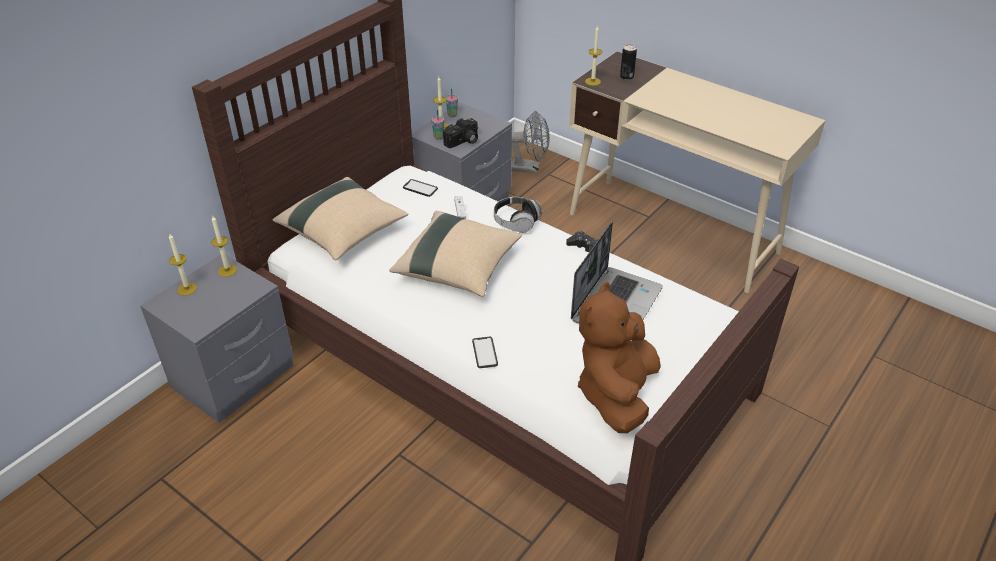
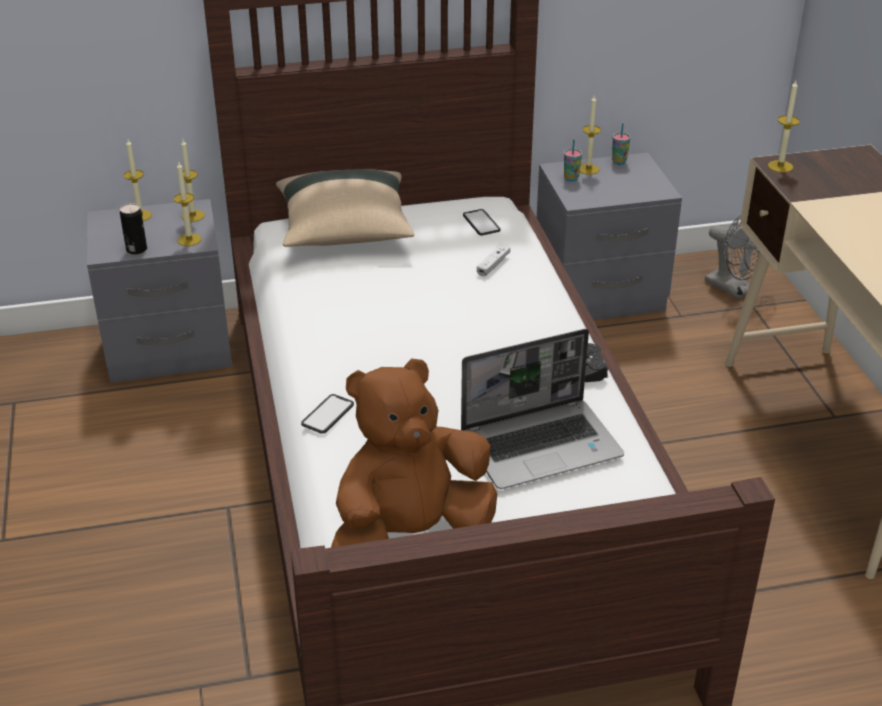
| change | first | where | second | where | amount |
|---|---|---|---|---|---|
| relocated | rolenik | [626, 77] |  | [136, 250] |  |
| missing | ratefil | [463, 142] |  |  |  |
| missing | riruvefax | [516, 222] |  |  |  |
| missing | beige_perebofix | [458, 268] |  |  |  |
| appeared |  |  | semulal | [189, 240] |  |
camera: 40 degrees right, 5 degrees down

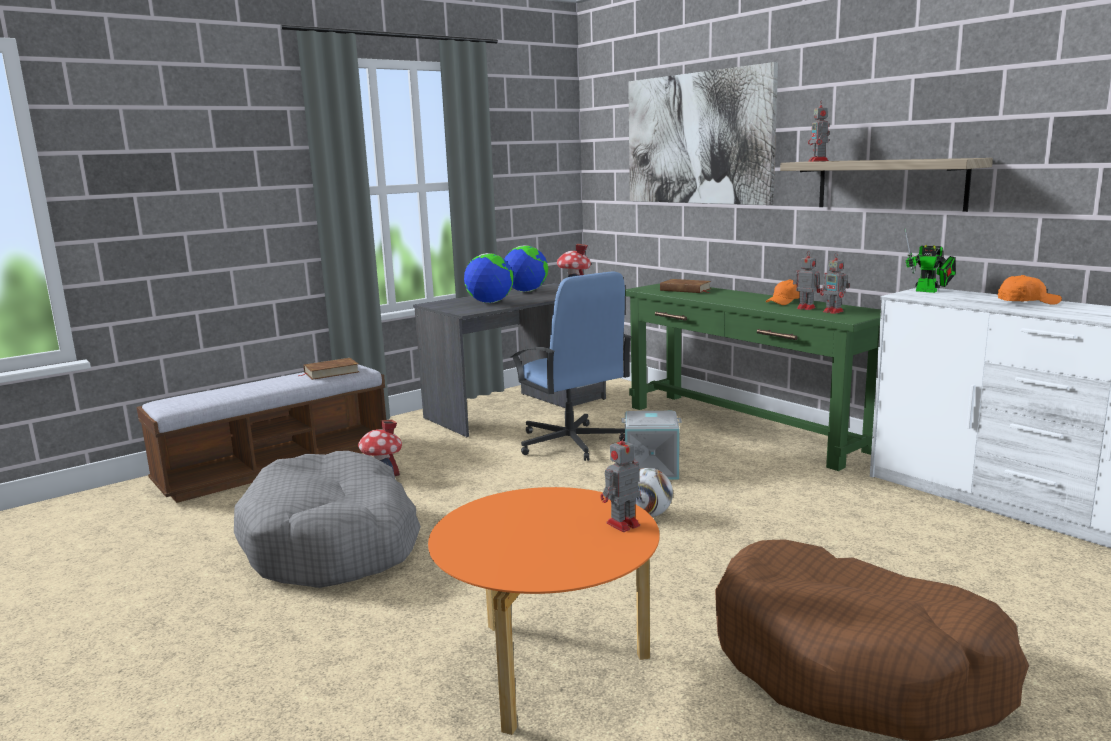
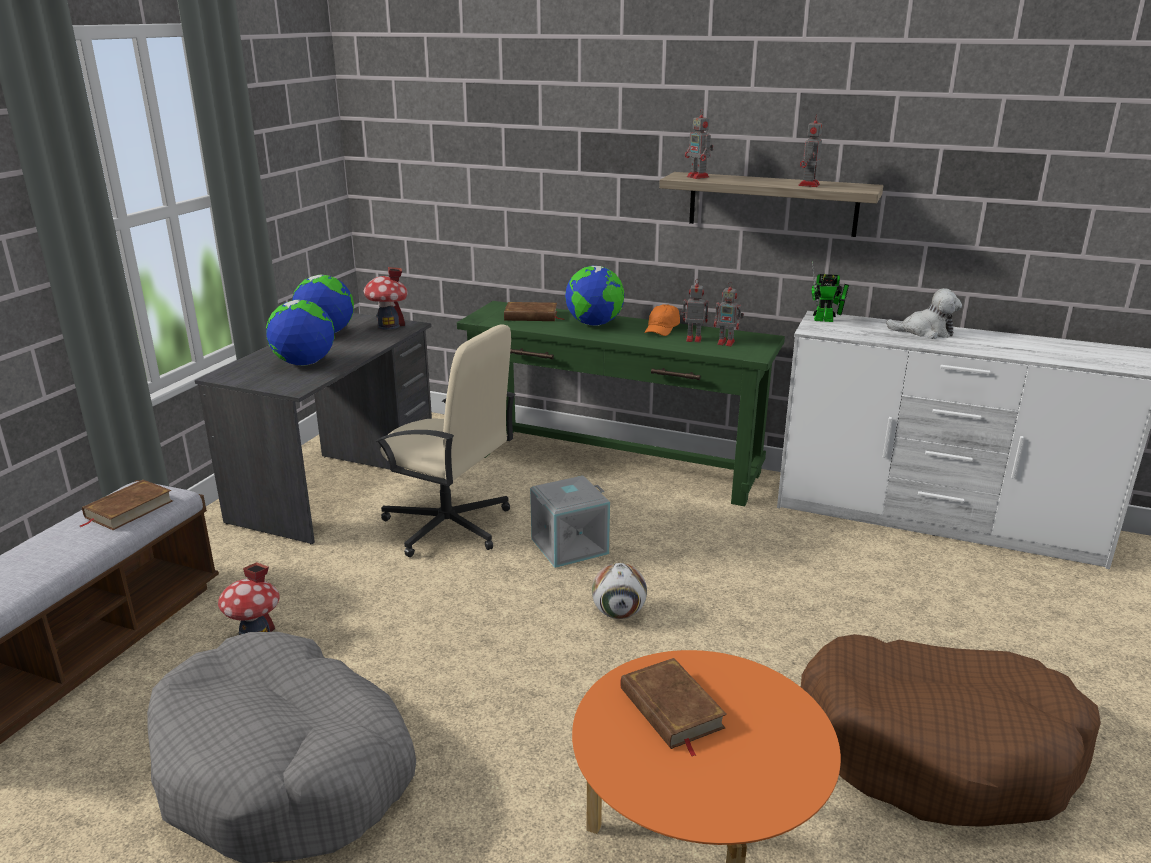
| change | first | where | second | where | amount |
|---|---|---|---|---|---|
| missing | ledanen | [698, 138] |  |  |  |
| colour | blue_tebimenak | [570, 443] | beige_tebimenak | [449, 526] |  |
| exchanged | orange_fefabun | [1026, 302] | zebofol | [925, 332] |  |
| relocated | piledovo | [621, 525] |  | [808, 185] |  |
| appeared |  |  | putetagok | [594, 324] |  |
| appeared |  |  | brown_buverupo | [671, 709] |  |
camera: 30 degrees left, 10 degrees up

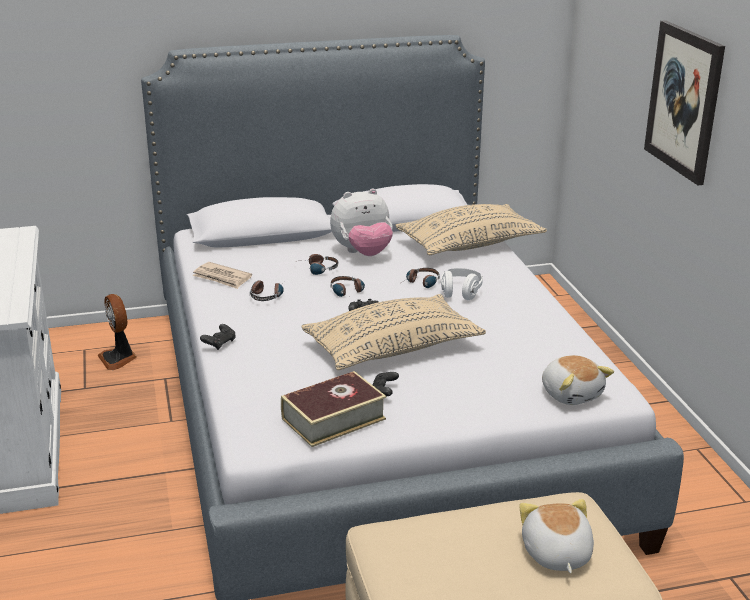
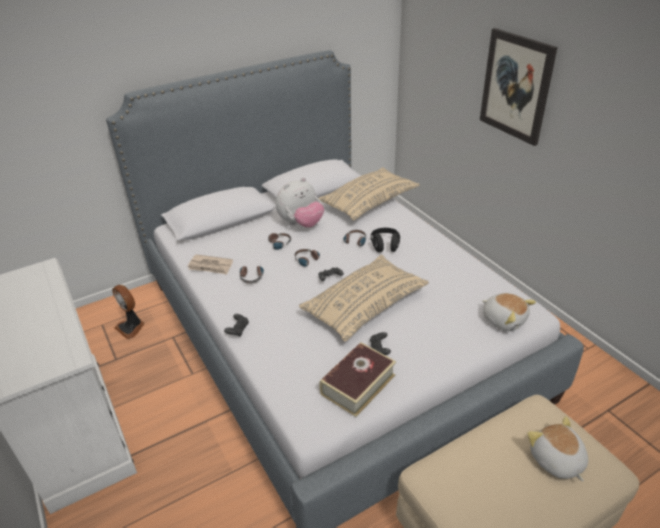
| change | first | where | second | where | amount |
|---|---|---|---|---|---|
| colour | white_riruvefax | [460, 293] | black_riruvefax | [385, 246] |  |
camera: 15 degrees left, 10 degrees up

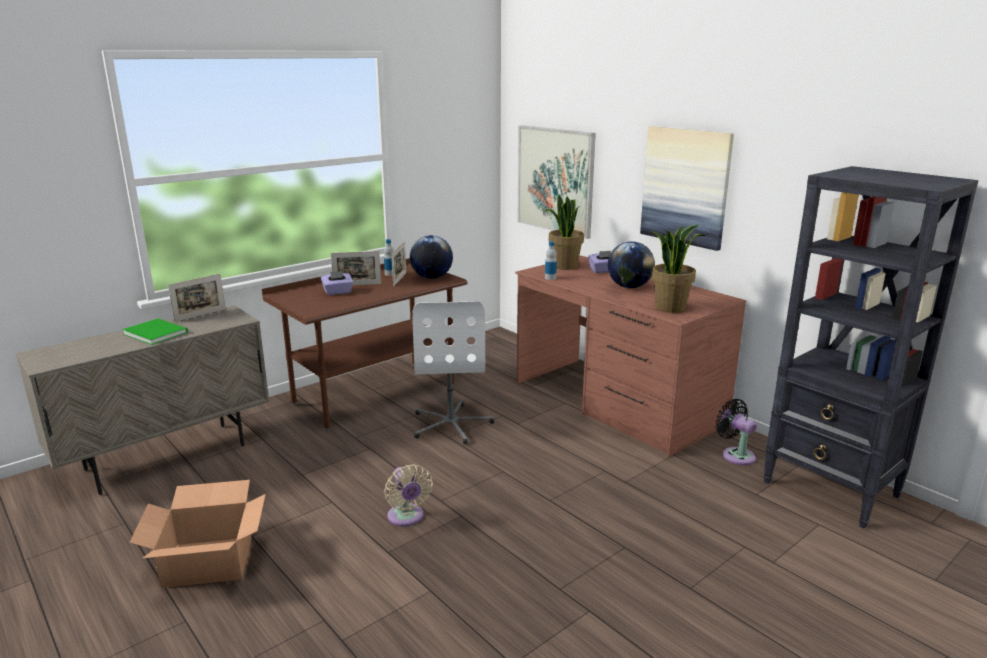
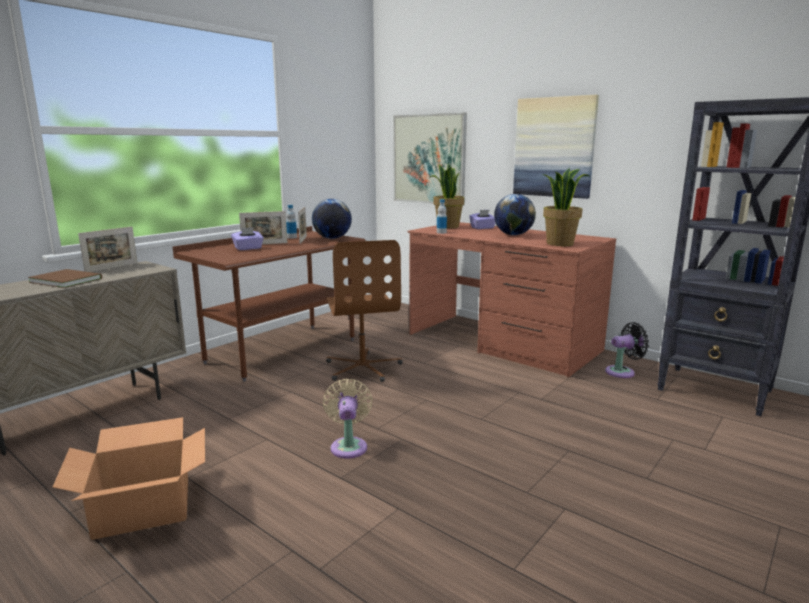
| change | first | where | second | where | amount |
|---|---|---|---|---|---|
| colour | white_tebimenak | [451, 424] | brown_tebimenak | [363, 367] |  |
| colour | green_buverupo | [155, 332] | brown_buverupo | [66, 280] |  |
| spun | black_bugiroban | [735, 455] |  | [622, 372] | 120 degrees clockwise |
| spun | beige_bugiroban | [406, 518] |  | [349, 446] | 150 degrees counterclockwise |
camera: 10 degrees left, 5 degrees down

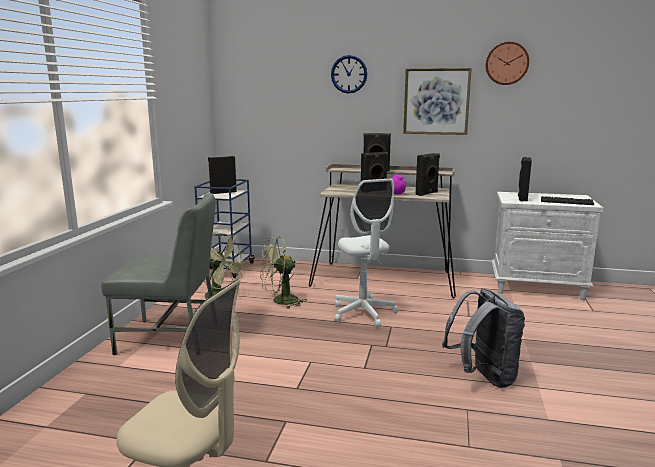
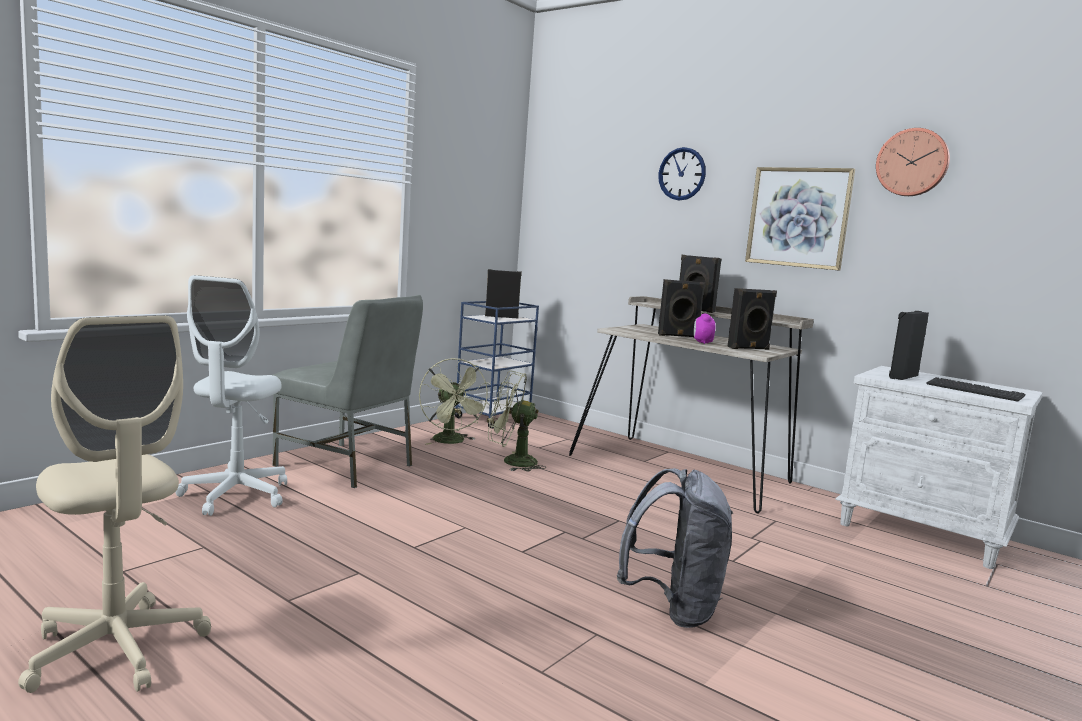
| change | first | where | second | where | amount |
|---|---|---|---|---|---|
| relocated | white_tebimenak | [363, 313] |  | [235, 496] |  |
camera: 25 degrees right, 5 degrees down

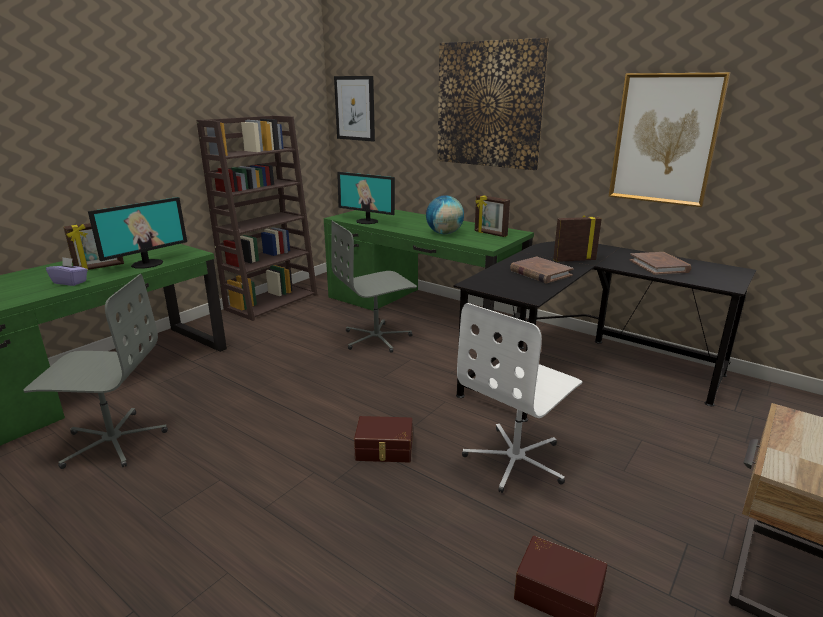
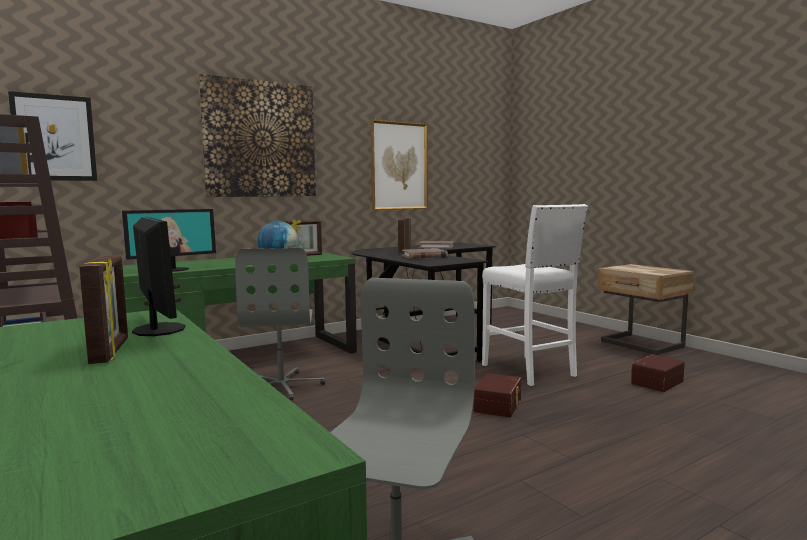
| change | first | where | second | where | amount |
|---|---|---|---|---|---|
| missing | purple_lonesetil | [70, 282] |  |  |  |
| exchanged | white_tebimenak | [516, 460] | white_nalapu | [529, 371] |  |
camera: 70 degrees left, 15 degrees down

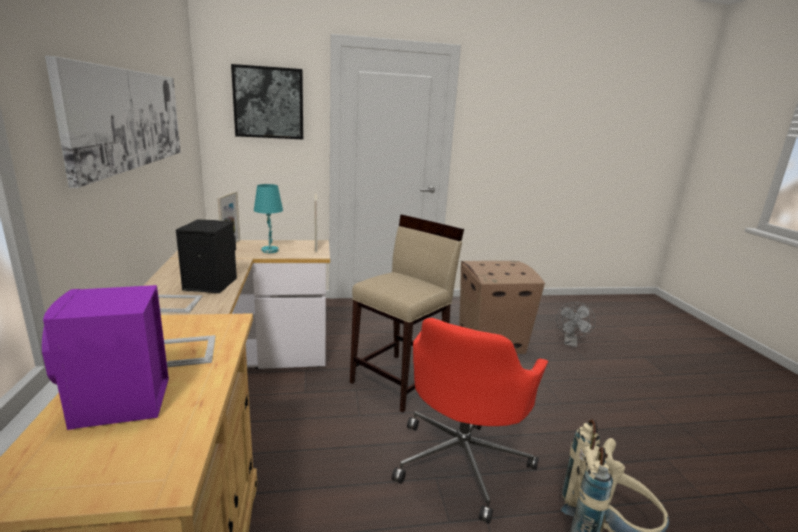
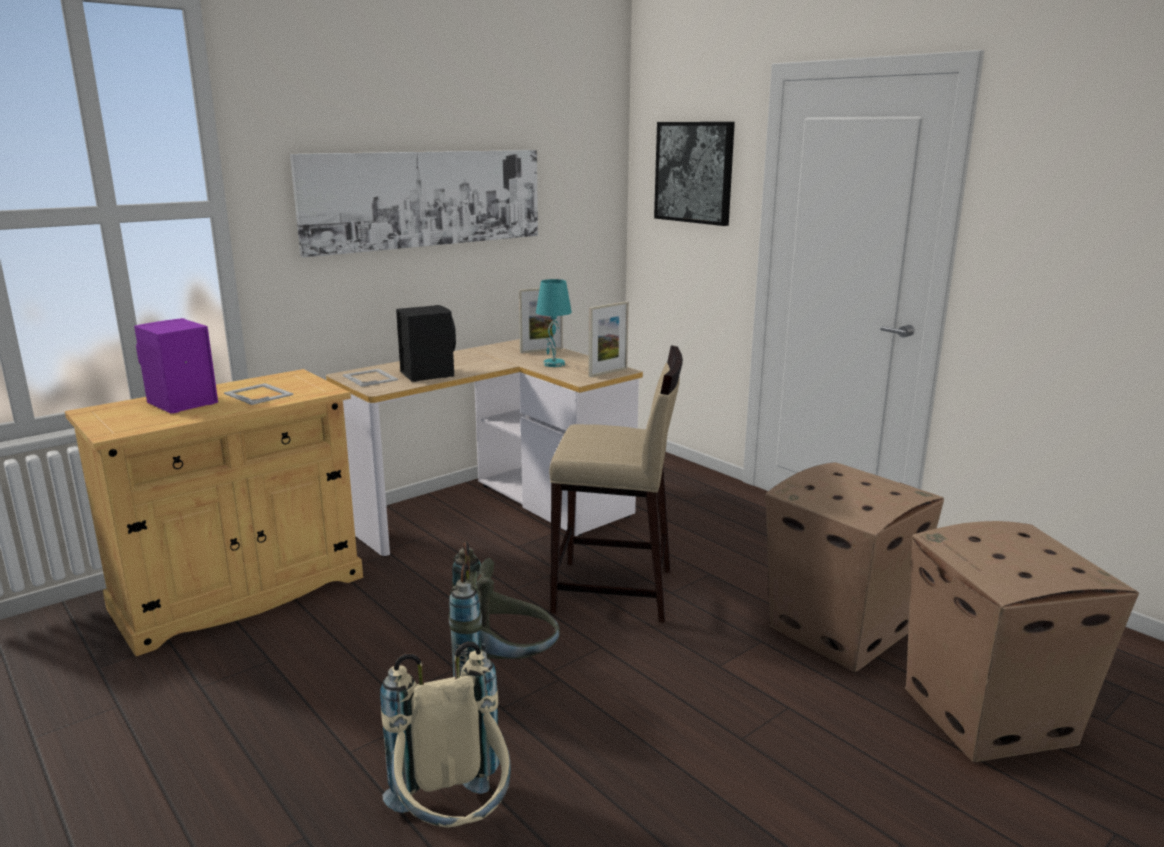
| change | first | where | second | where | amount |
|---|---|---|---|---|---|
| exchanged | grey_bugiroban | [570, 343] | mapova | [989, 716] |  |
| exchanged | red_tebimenak | [462, 460] | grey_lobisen | [503, 678] |  |
camera: 60 degrees right, 0 degrees up

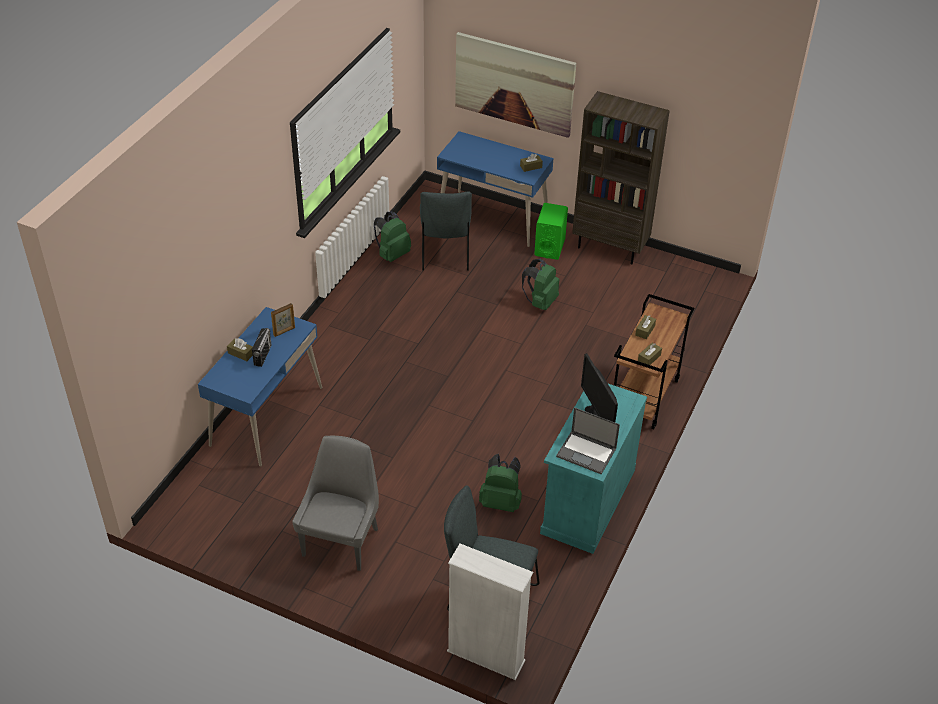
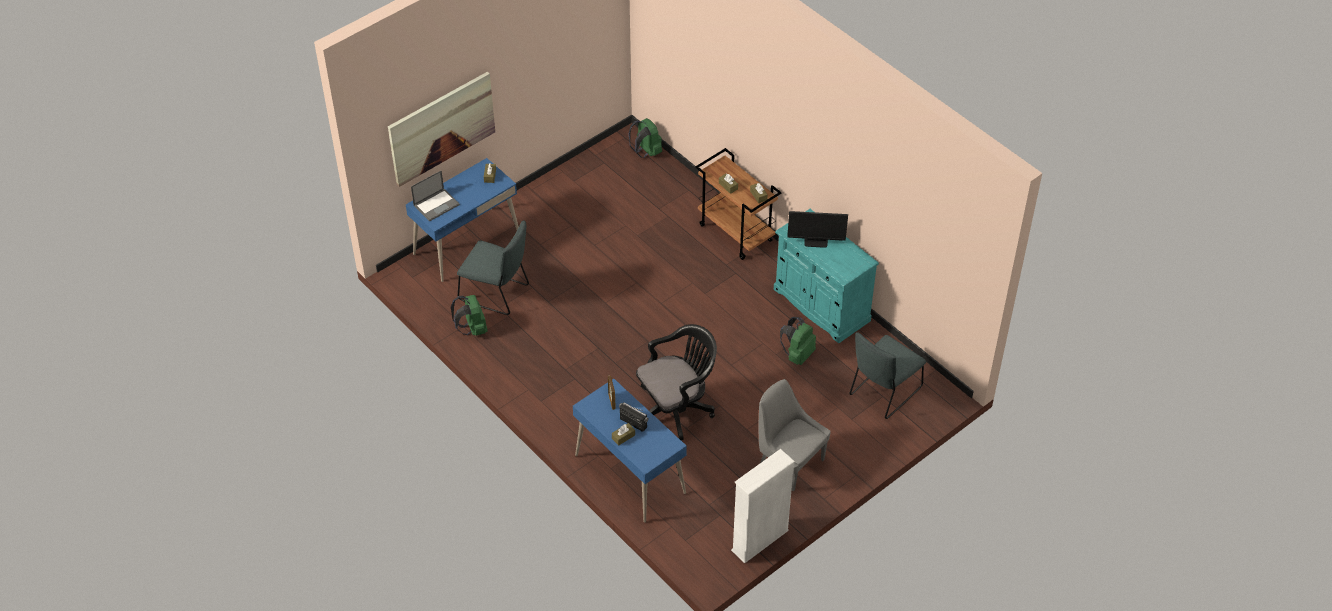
| change | first | where | second | where | amount |
|---|---|---|---|---|---|
| missing | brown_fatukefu | [610, 248] |  |  |  |
| missing | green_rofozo | [549, 247] |  |  |  |
| relocated | green_lobisen | [540, 302] |  | [646, 152] |  |
| relocated | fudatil | [587, 452] |  | [436, 204] |  |
| relocated | white_fatukefu | [486, 656] |  | [760, 540] |  |
| appeared |  |  | black_tebimenak | [676, 409] |  |
camera: 65 degrees left, 5 degrees up

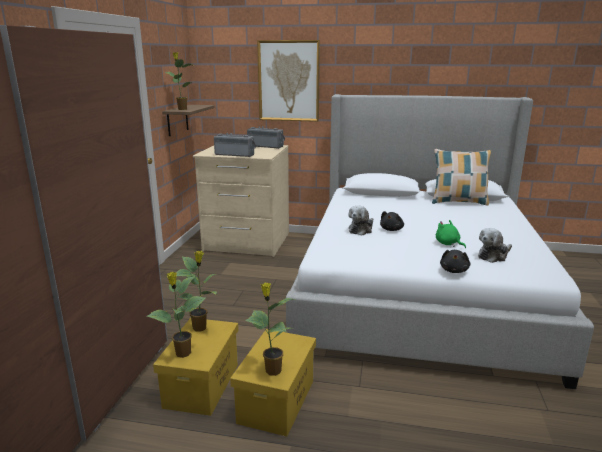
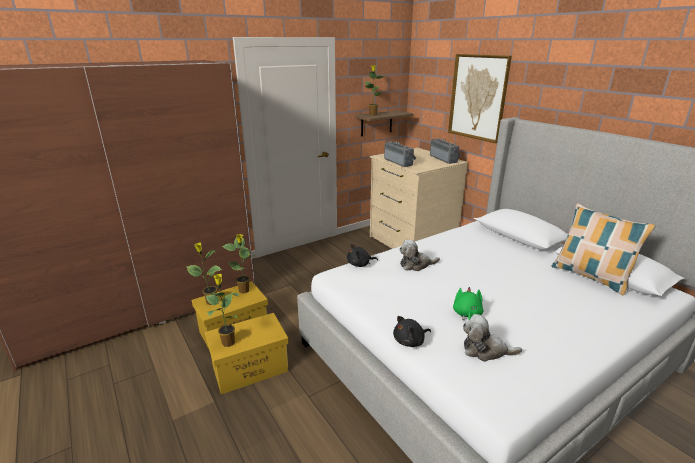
| change | first | where | second | where | amount |
|---|---|---|---|---|---|
| relocated | black_zebofol | [392, 229] |  | [360, 264] |  |
camera: 45 degrees right, 5 degrees up

